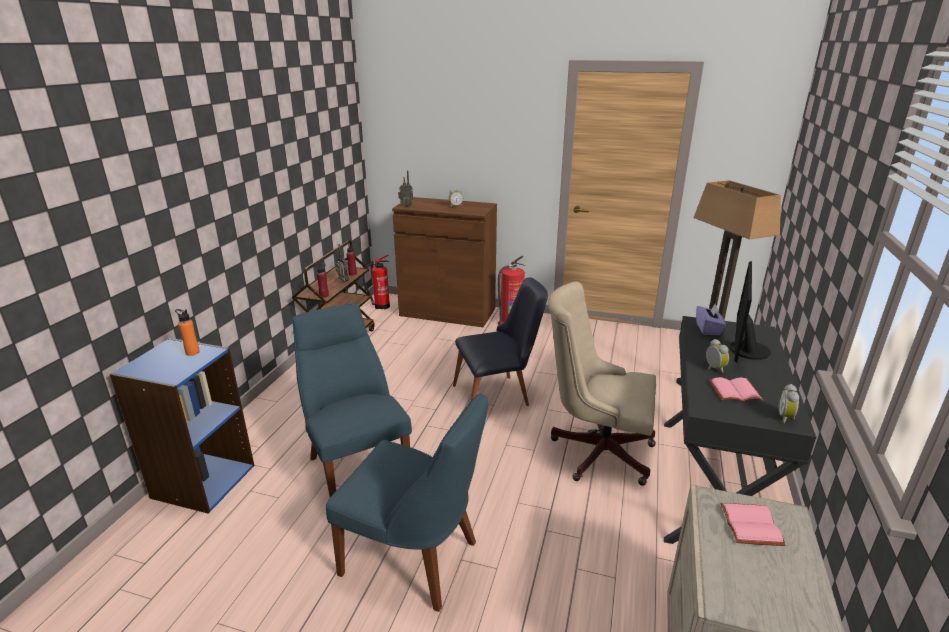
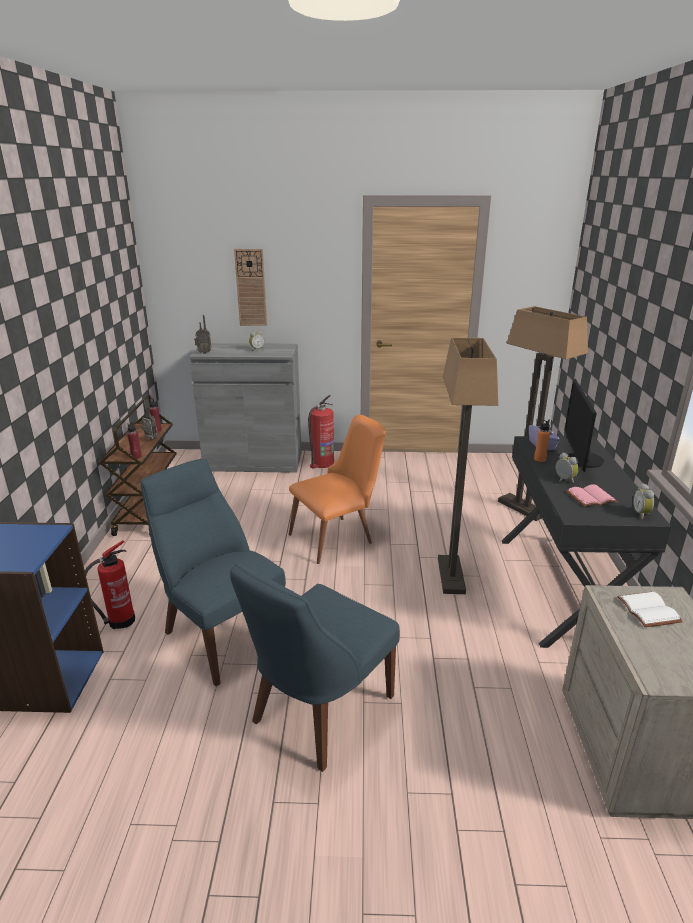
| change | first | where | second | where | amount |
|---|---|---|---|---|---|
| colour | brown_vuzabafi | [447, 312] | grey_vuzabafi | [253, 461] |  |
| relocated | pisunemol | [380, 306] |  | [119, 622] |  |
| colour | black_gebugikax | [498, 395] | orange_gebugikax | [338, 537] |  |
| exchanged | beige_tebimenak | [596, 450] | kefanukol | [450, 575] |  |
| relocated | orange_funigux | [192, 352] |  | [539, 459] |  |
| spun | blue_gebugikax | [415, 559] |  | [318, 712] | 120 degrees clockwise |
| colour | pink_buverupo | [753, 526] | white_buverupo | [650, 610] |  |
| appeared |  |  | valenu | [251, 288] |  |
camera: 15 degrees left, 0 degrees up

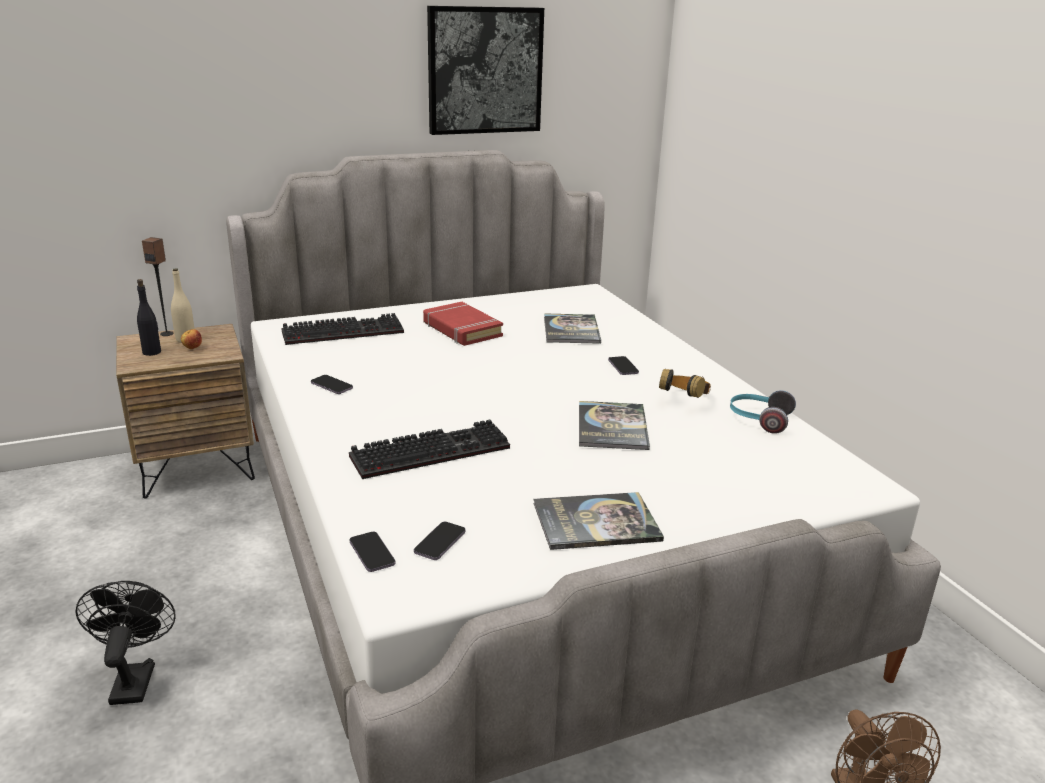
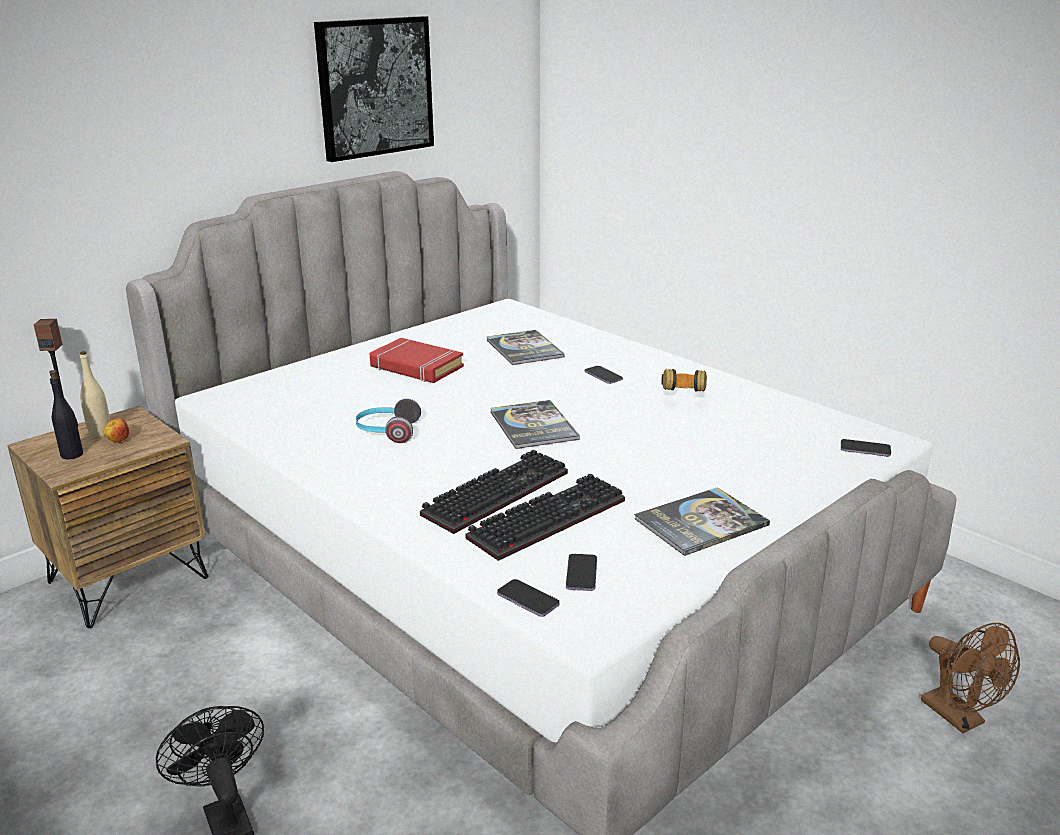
| change | first | where | second | where | amount |
|---|---|---|---|---|---|
| relocated | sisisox | [344, 331] |  | [547, 517] |  |
| relocated | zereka | [332, 386] |  | [865, 449] |  |
| relocated | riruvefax | [758, 420] |  | [387, 432] |  |
| relocated | buverupo | [612, 427] |  | [533, 426] |  |
camera: 20 degrees left, 0 degrees up

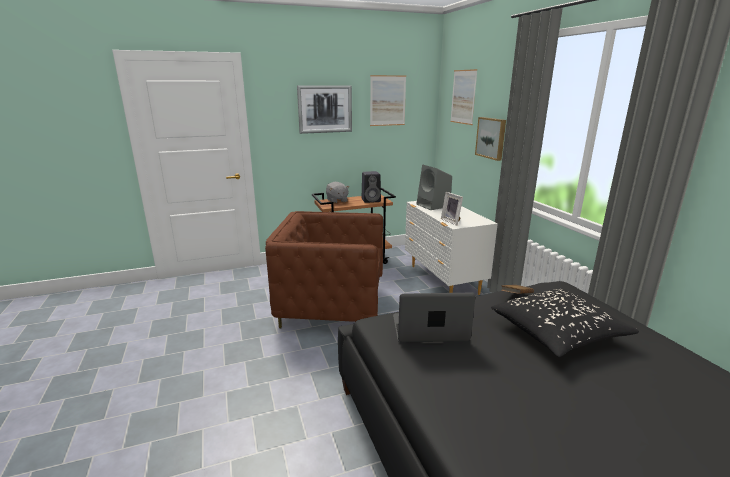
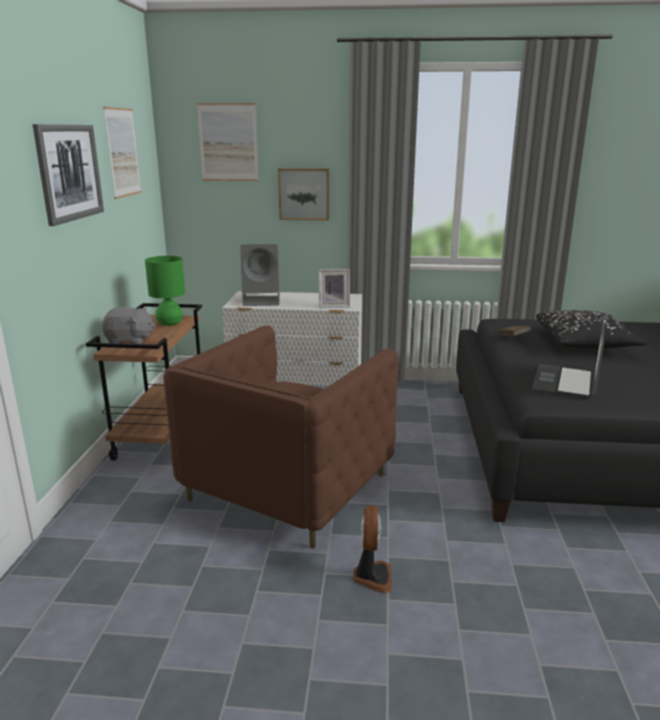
| change | first | where | second | where | amount |
|---|---|---|---|---|---|
| exchanged | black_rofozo | [371, 200] | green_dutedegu | [169, 323] |  |
| appeared |  |  | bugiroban | [372, 576] |  |
camera: 65 degrees left, 0 degrees up

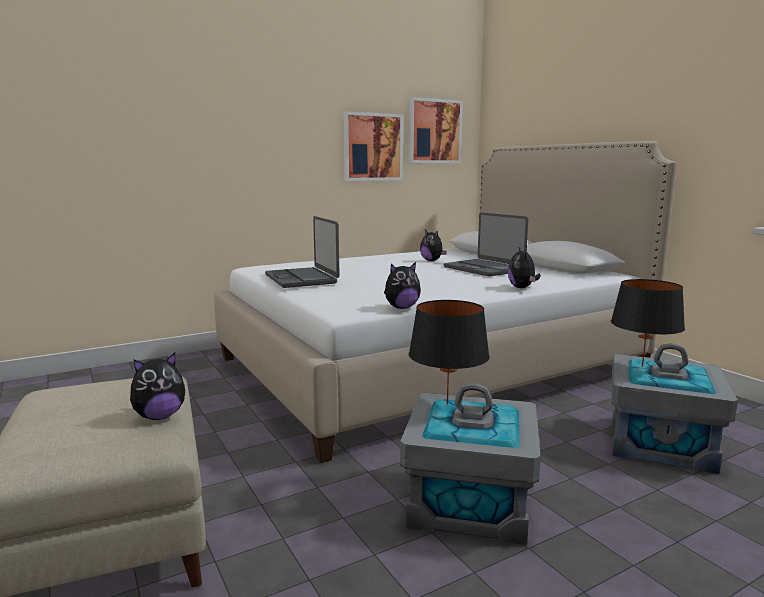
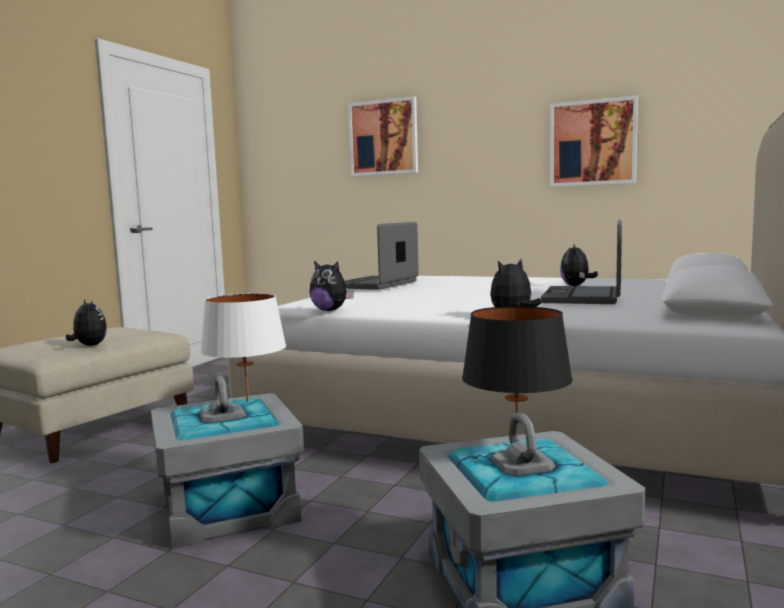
| change | first | where | second | where | amount |
|---|---|---|---|---|---|
| relocated | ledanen | [434, 131] |  | [383, 137] |  |
| colour | black_dutedegu | [447, 404] | white_dutedegu | [247, 401] |  |
| spun | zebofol | [159, 416] |  | [89, 346] | 150 degrees counterclockwise |
camera: 55 degrees right, 5 degrees down

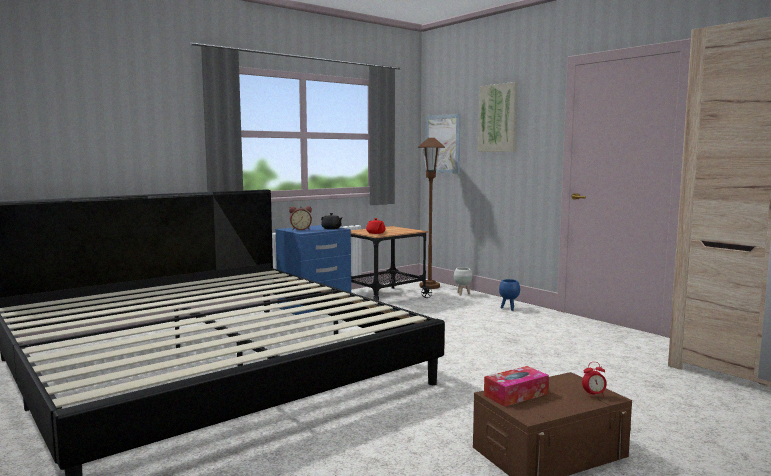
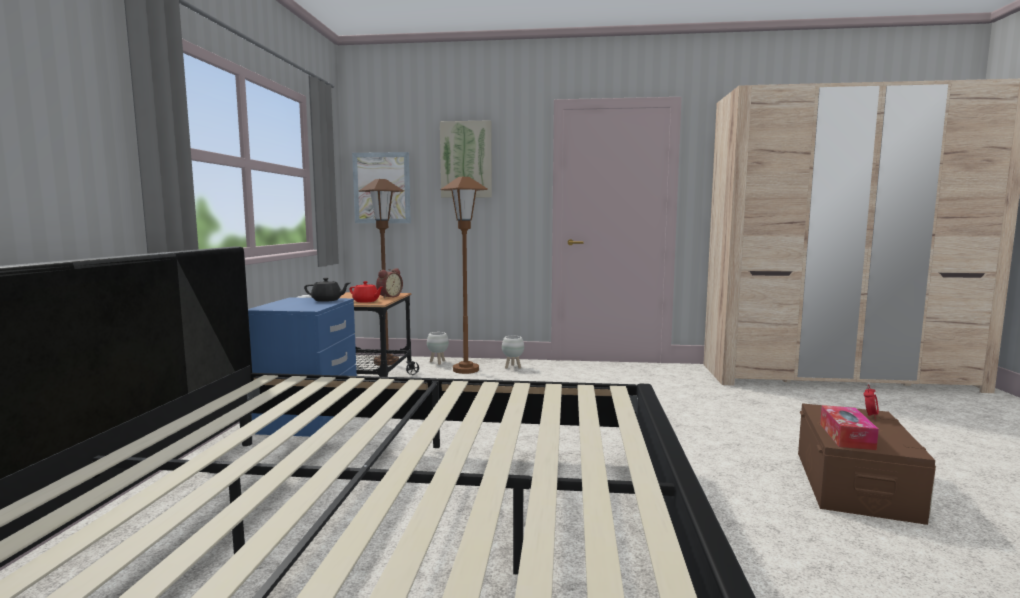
| change | first | where | second | where | amount |
|---|---|---|---|---|---|
| relocated | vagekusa | [300, 229] |  | [388, 296] |  |
| colour | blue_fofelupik | [509, 308] | white_fofelupik | [513, 367] |  |
| appeared |  |  | brown_kefanukol | [466, 370] |  |
camera: 45 degrees left, 0 degrees up

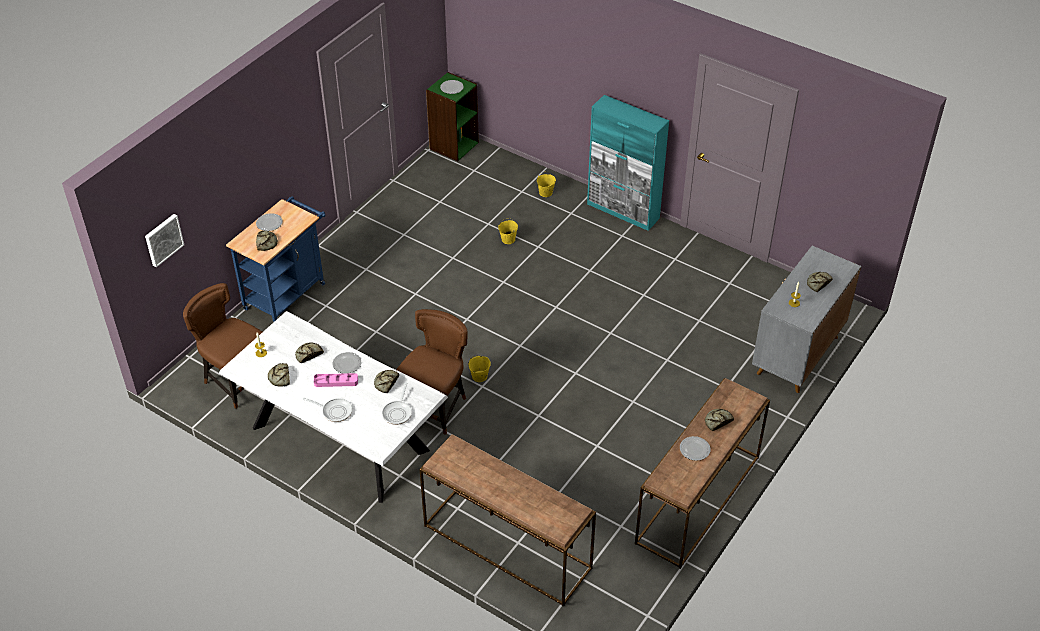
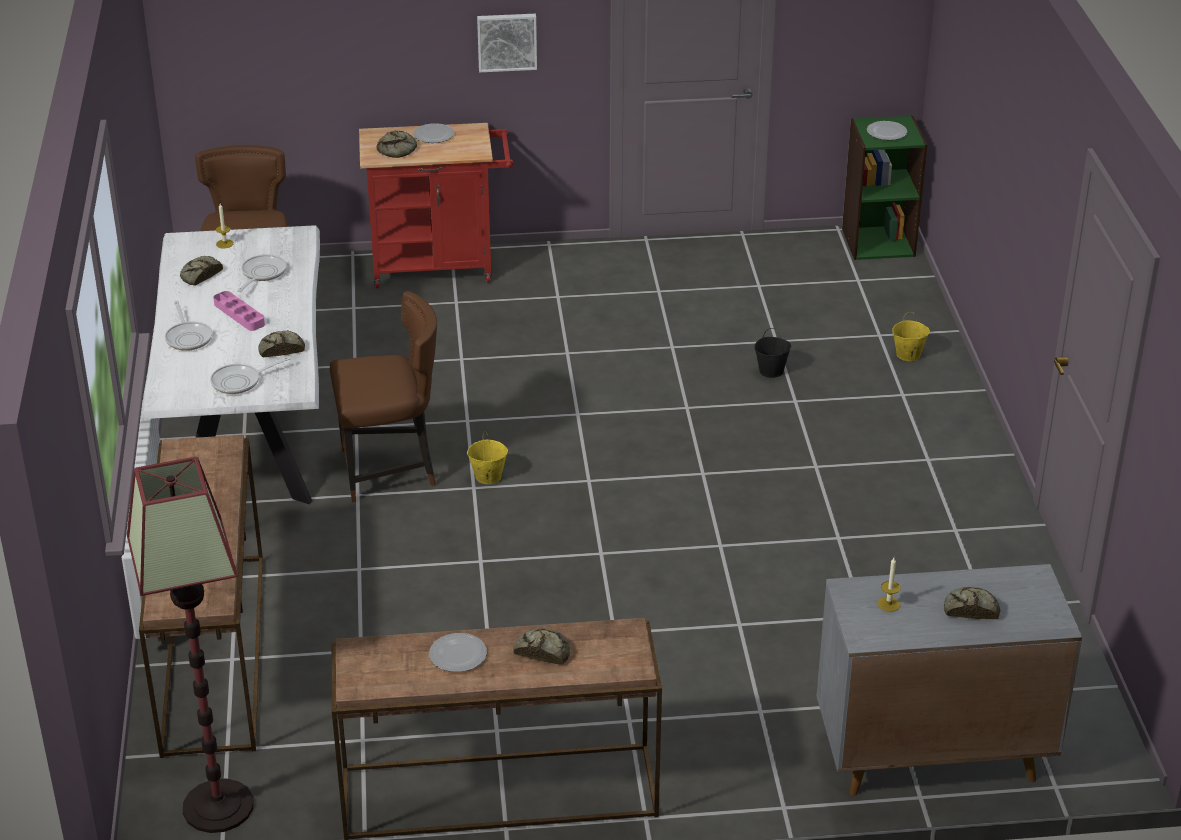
| change | first | where | second | where | amount |
|---|---|---|---|---|---|
| missing | turquoise_vuzabafi | [623, 211] |  |  |  |
| colour | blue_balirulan | [288, 293] | red_balirulan | [440, 266] |  |
| relocated | ledanen | [163, 239] |  | [507, 41] |  |
| colour | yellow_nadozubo | [508, 239] | black_nadozubo | [771, 371] |  |
| exchanged | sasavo | [308, 354] | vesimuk | [262, 274] |  |
| missing | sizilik | [347, 363] |  |  |  |
| appeared |  |  | kefanukol | [219, 807] |  |
camera: 50 degrees right, 10 degrees down

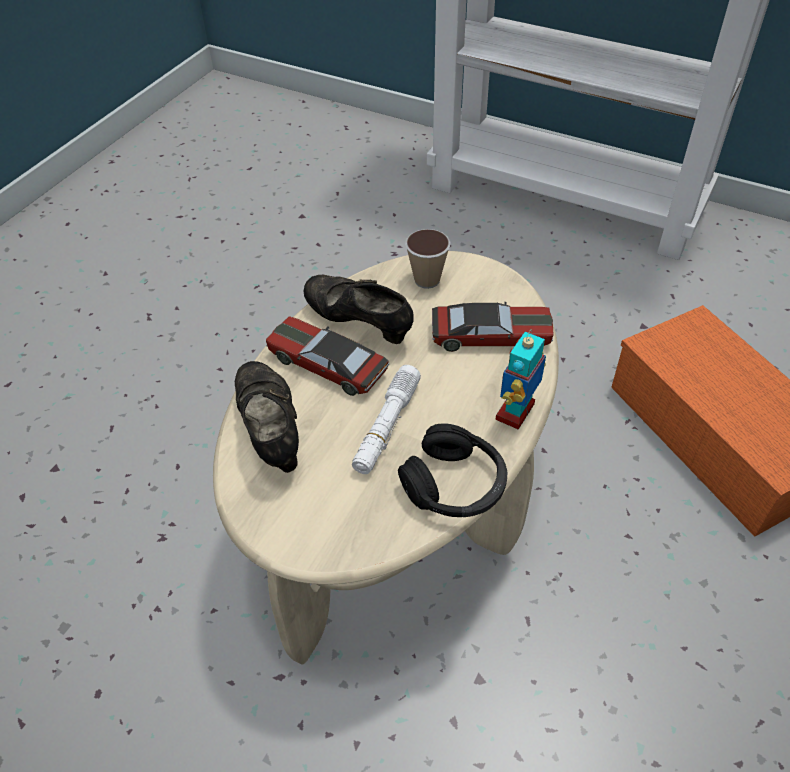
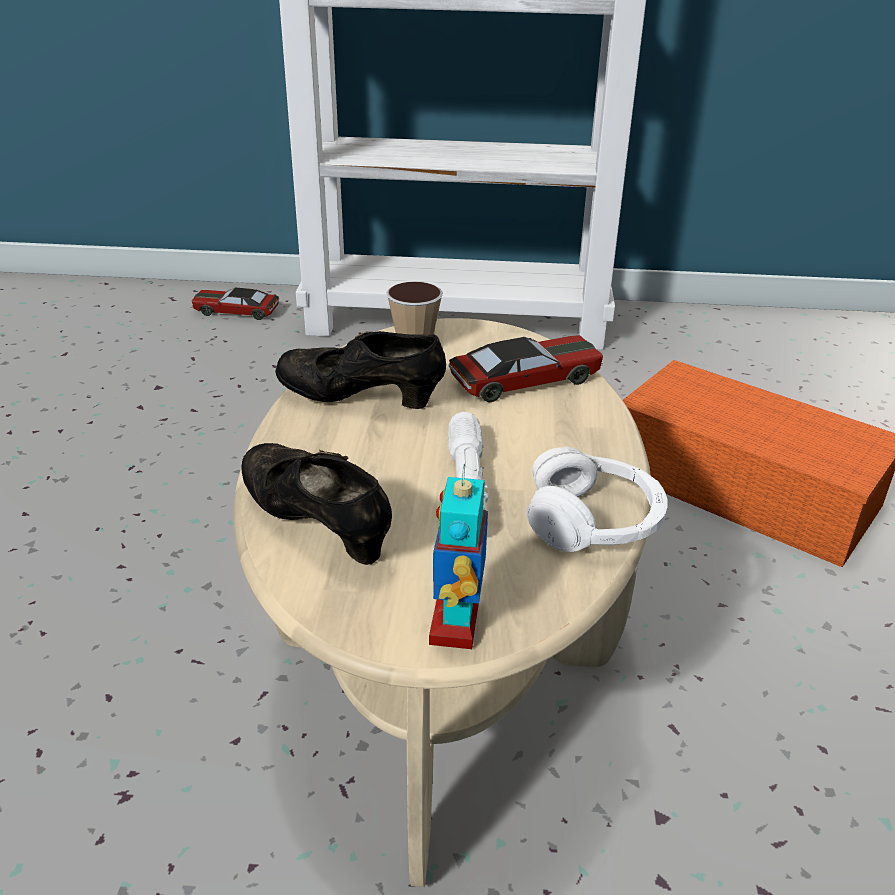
| change | first | where | second | where | amount |
|---|---|---|---|---|---|
| relocated | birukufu | [327, 364] |  | [236, 311] |  |
| relocated | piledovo | [516, 412] |  | [456, 625] |  |
| colour | black_riruvefax | [455, 485] | white_riruvefax | [594, 521] |  |
camera: 25 degrees left, 15 degrees down

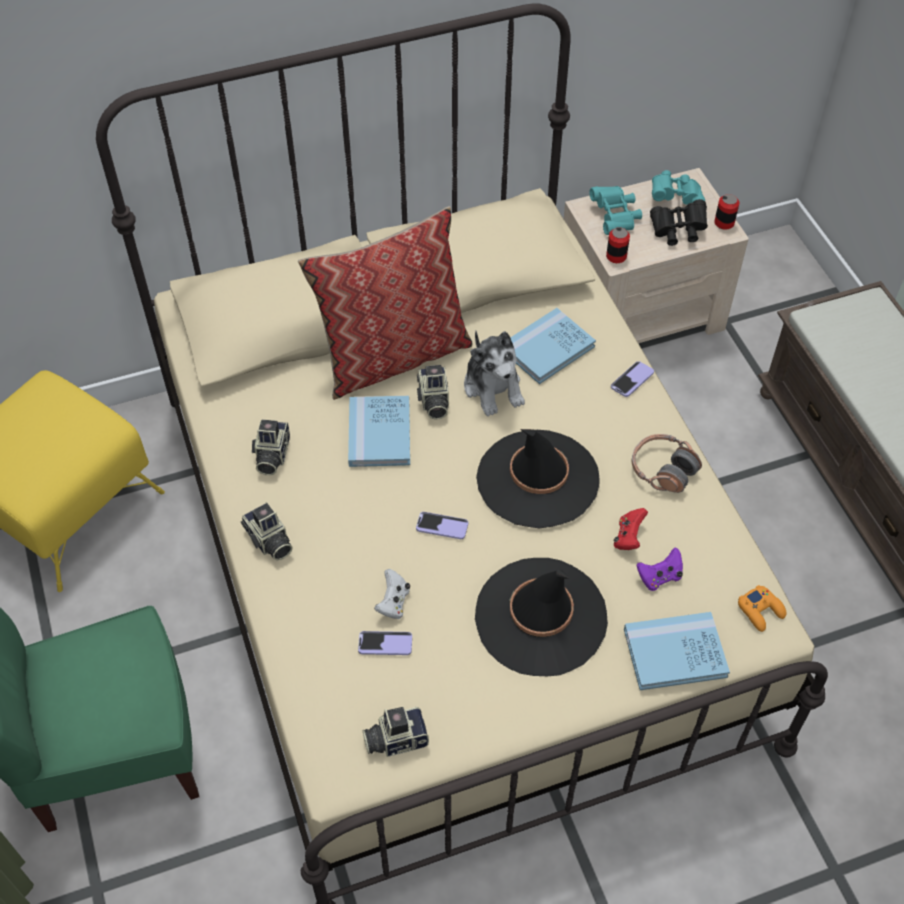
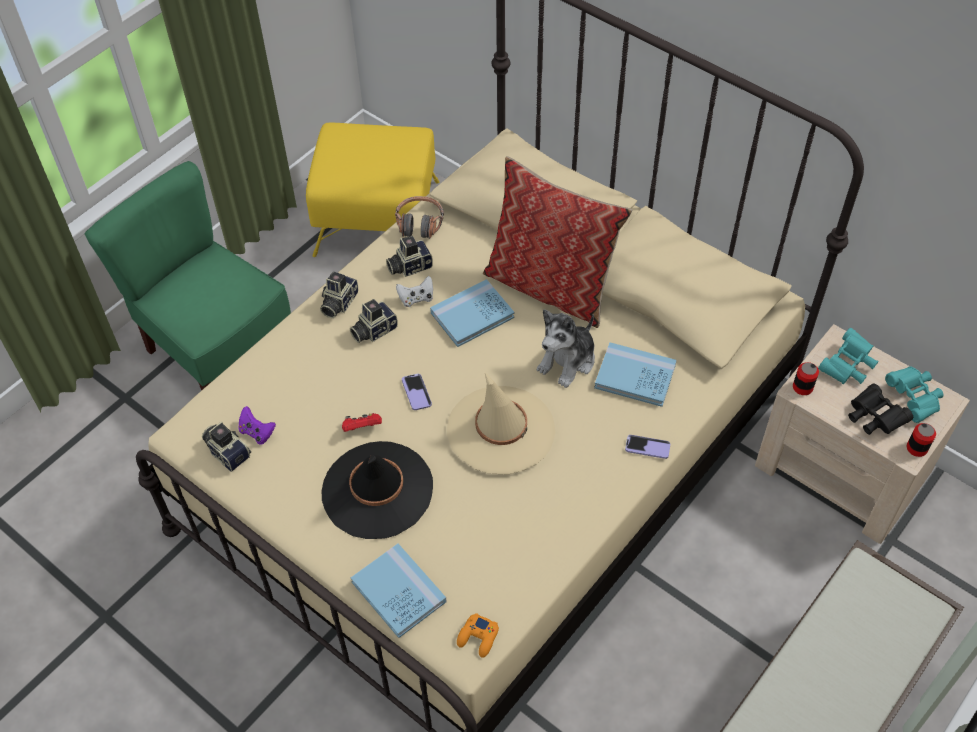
| change | first | where | second | where | amount |
|---|---|---|---|---|---|
| relocated | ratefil | [433, 401] |  | [373, 330] |  |
| colour | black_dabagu | [537, 479] | beige_dabagu | [501, 430] |  |
| relocated | riruvefax | [663, 470] |  | [419, 224] |  |
| relocated | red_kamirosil | [628, 537] |  | [362, 428] |  |
| relocated | purple_kamirosil | [659, 577] |  | [257, 432] |  |
| relocated | white_kamirosil | [393, 602] |  | [416, 298] |  |
| missing | zereka | [385, 644] |  |  |  |
camera: 60 degrees right, 0 degrees up

